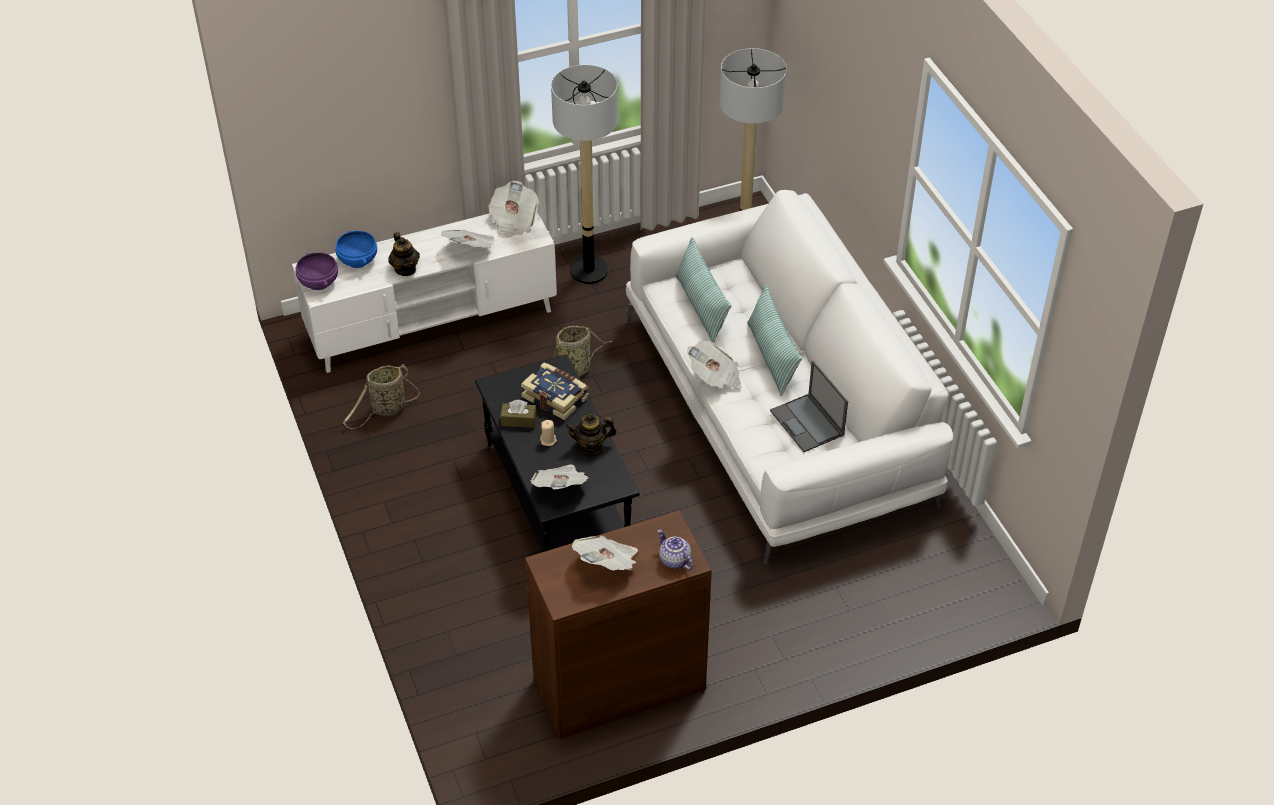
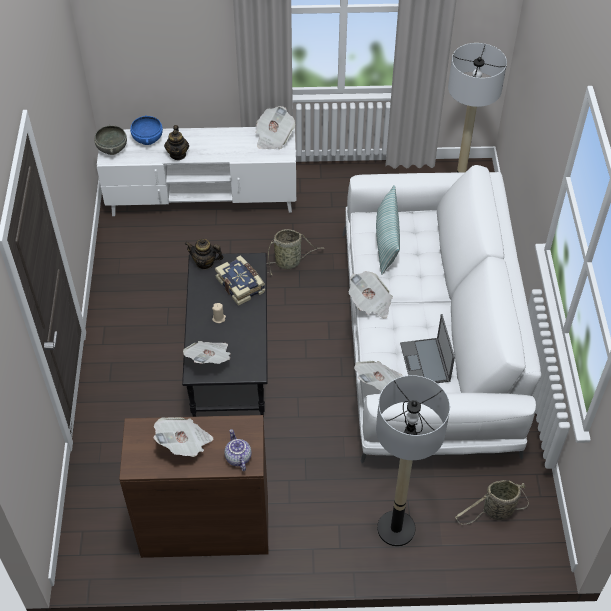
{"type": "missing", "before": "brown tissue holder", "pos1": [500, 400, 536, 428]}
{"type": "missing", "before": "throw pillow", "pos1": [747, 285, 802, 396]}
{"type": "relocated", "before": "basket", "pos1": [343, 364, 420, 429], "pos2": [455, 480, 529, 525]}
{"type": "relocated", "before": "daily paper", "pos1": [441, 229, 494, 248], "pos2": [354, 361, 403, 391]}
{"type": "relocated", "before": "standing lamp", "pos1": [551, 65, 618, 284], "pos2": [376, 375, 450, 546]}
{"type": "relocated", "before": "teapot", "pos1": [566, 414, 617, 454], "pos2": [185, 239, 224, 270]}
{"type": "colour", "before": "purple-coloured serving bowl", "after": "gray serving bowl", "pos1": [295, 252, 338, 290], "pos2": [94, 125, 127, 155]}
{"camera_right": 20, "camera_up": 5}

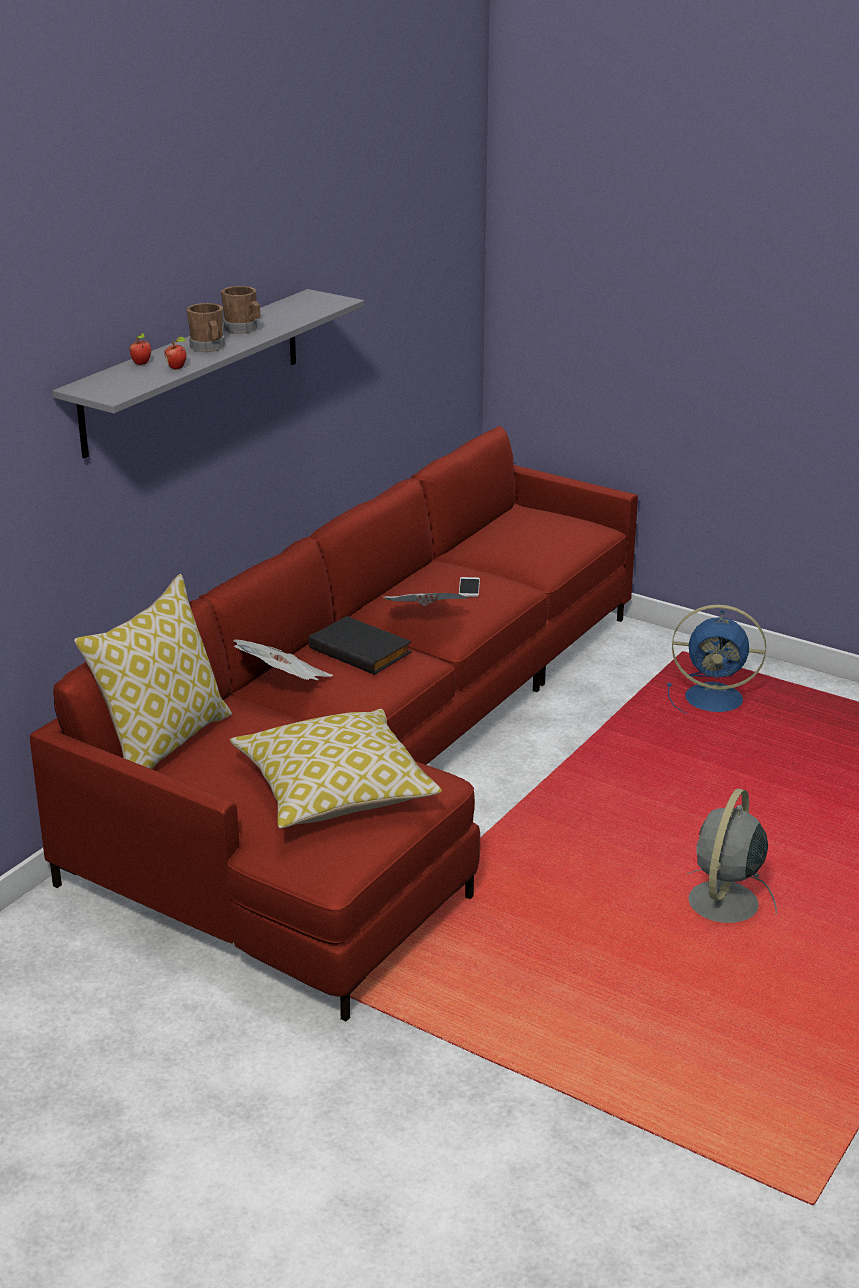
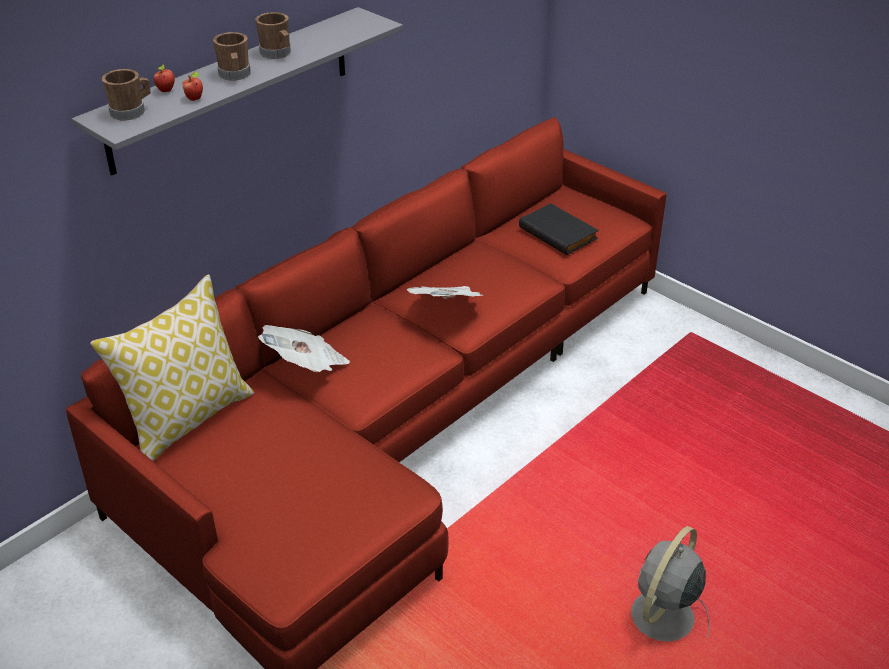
{"type": "missing", "before": "throw pillow", "pos1": [230, 709, 442, 828]}
{"type": "missing", "before": "phone", "pos1": [459, 577, 480, 597]}
{"type": "missing", "before": "blue electric fan", "pos1": [667, 605, 766, 714]}
{"type": "appeared", "after": "brown mug", "pos2": [102, 69, 151, 120]}
{"type": "relocated", "before": "black book", "pos1": [308, 616, 412, 675], "pos2": [519, 203, 599, 255]}
{"camera_right": 10, "camera_up": 10}

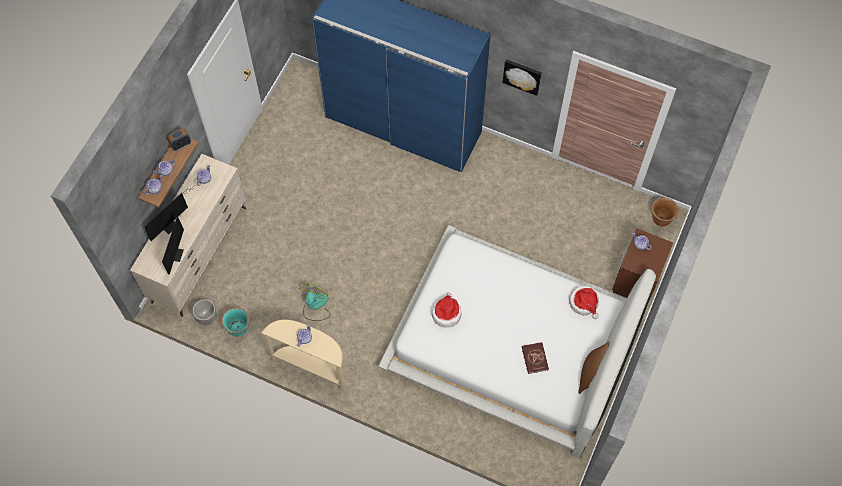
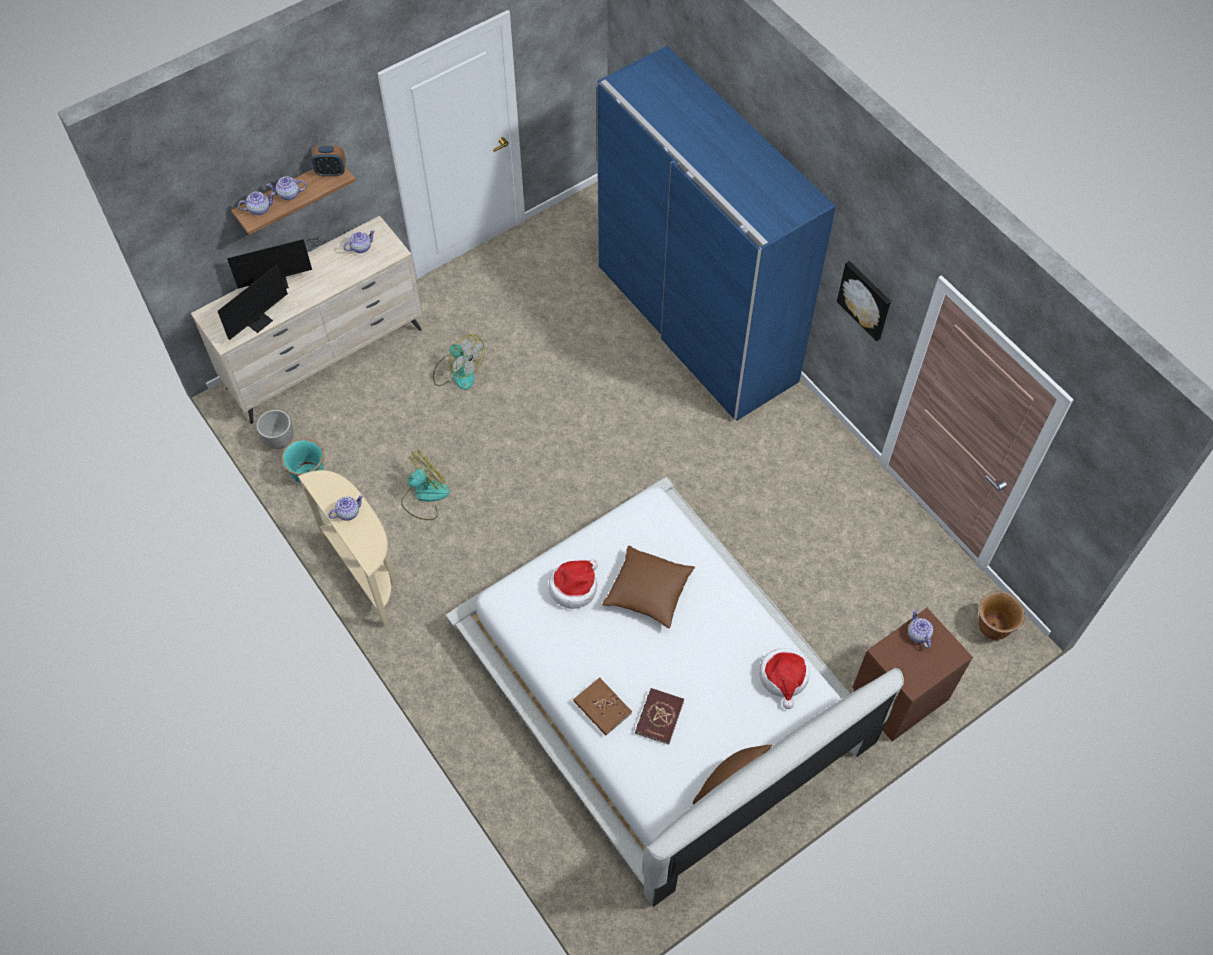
{"type": "appeared", "after": "electric fan", "pos2": [433, 335, 485, 390]}
{"type": "appeared", "after": "brown book", "pos2": [573, 677, 632, 736]}
{"type": "appeared", "after": "brown throw pillow", "pos2": [602, 545, 695, 629]}
{"camera_right": 30, "camera_up": -5}

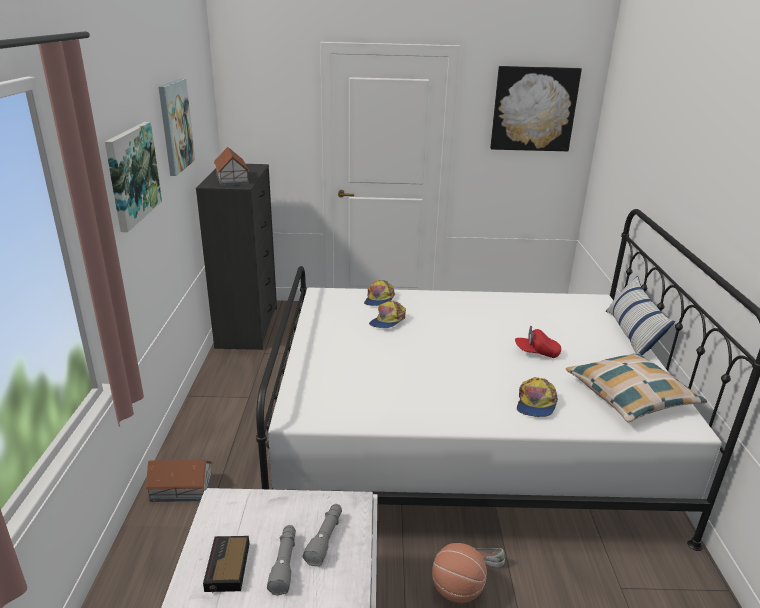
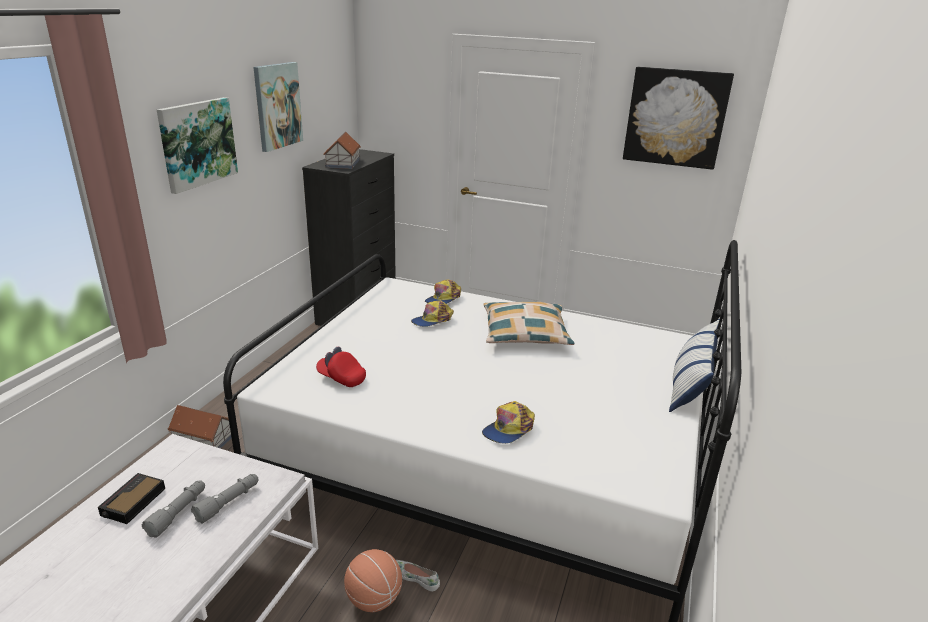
{"type": "relocated", "before": "red baseball cap", "pos1": [515, 326, 561, 358], "pos2": [316, 347, 366, 387]}
{"type": "relocated", "before": "throw pillow", "pos1": [566, 353, 707, 422], "pos2": [484, 302, 574, 345]}
{"camera_right": 20, "camera_up": 0}

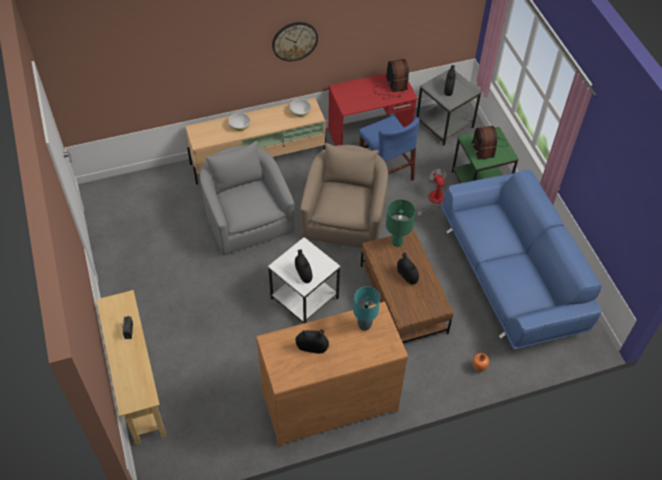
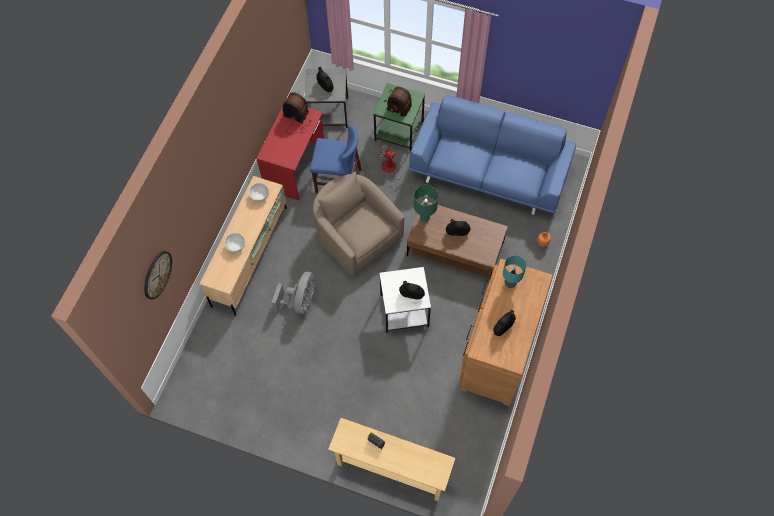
{"type": "relocated", "before": "wall clock", "pos1": [272, 22, 318, 61], "pos2": [144, 251, 172, 300]}
{"type": "exchanged", "before": "gray lounge chair", "after": "gray electric fan", "pos1": [200, 141, 294, 255], "pos2": [272, 271, 315, 314]}
{"camera_right": -50, "camera_up": 10}

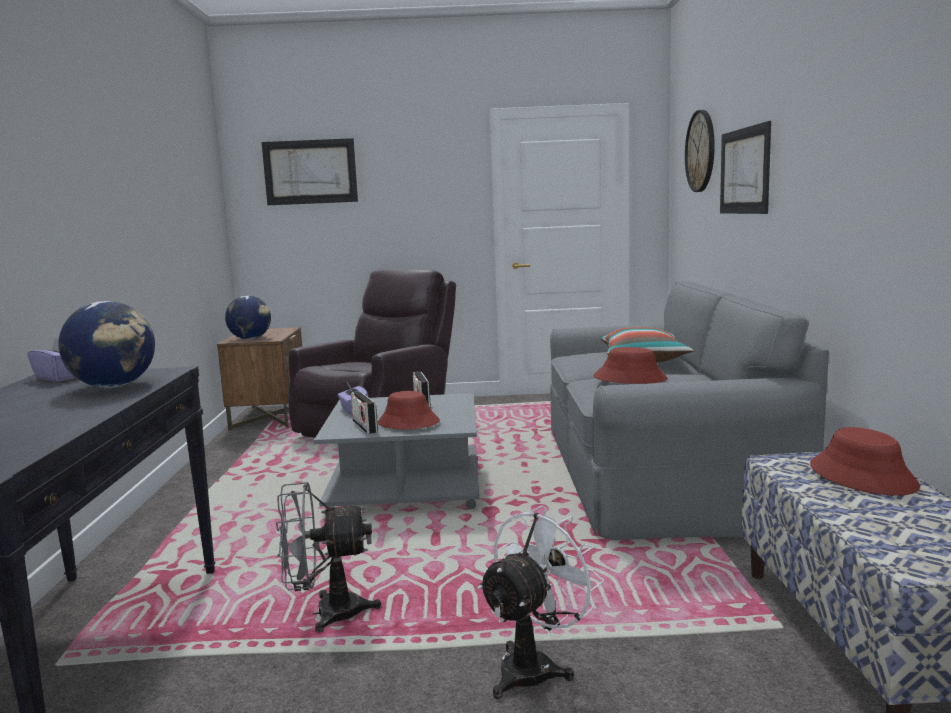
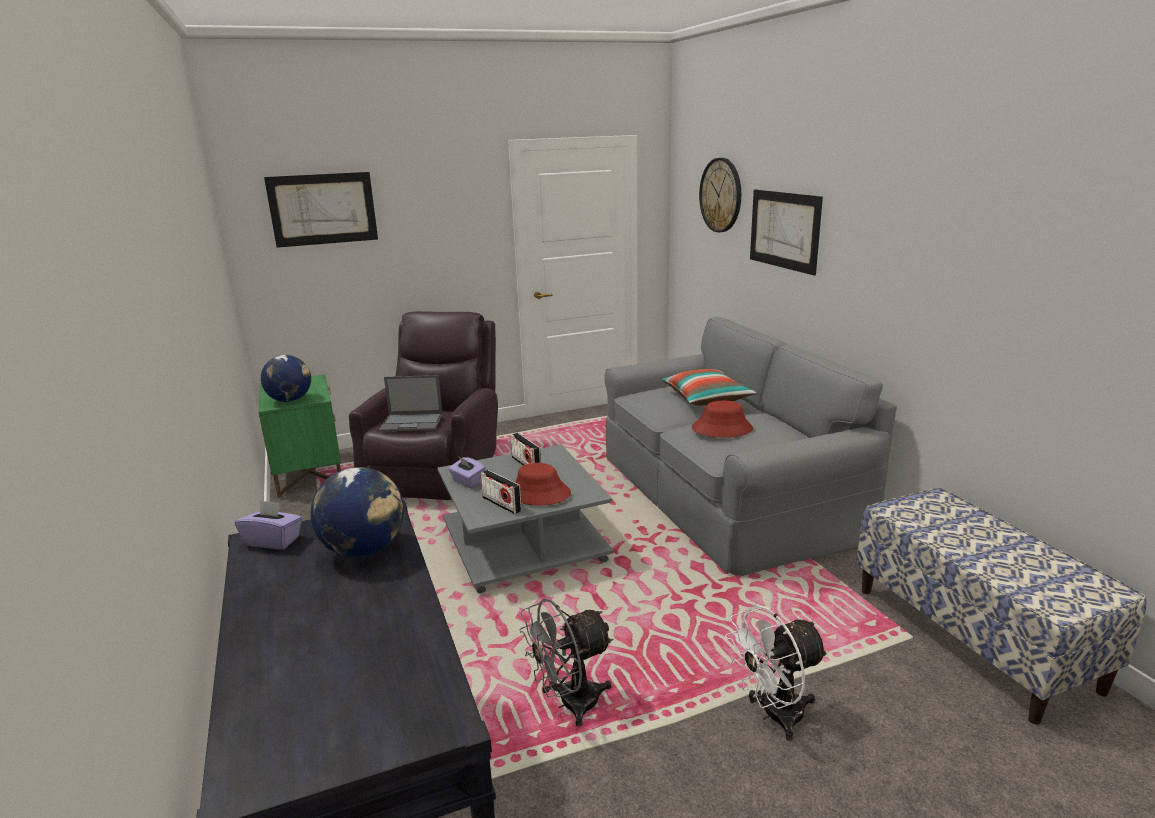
{"type": "missing", "before": "red wearable hat", "pos1": [810, 427, 920, 496]}
{"type": "appeared", "after": "portable computer", "pos2": [379, 375, 443, 431]}
{"type": "colour", "before": "brown nightstand", "after": "green nightstand", "pos1": [217, 327, 302, 431], "pos2": [258, 374, 341, 498]}
{"type": "spun", "before": "white electric fan", "pos1": [477, 505, 604, 699], "pos2": [725, 605, 828, 741], "turn": -135}
{"camera_right": -20, "camera_up": 10}

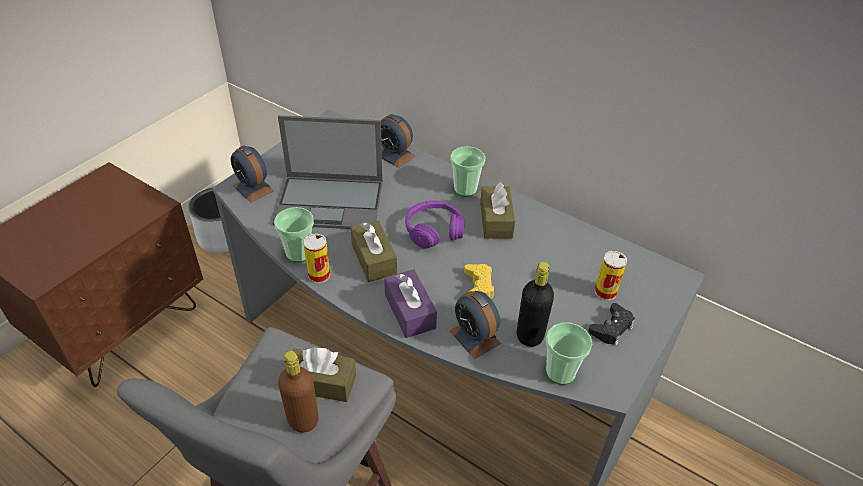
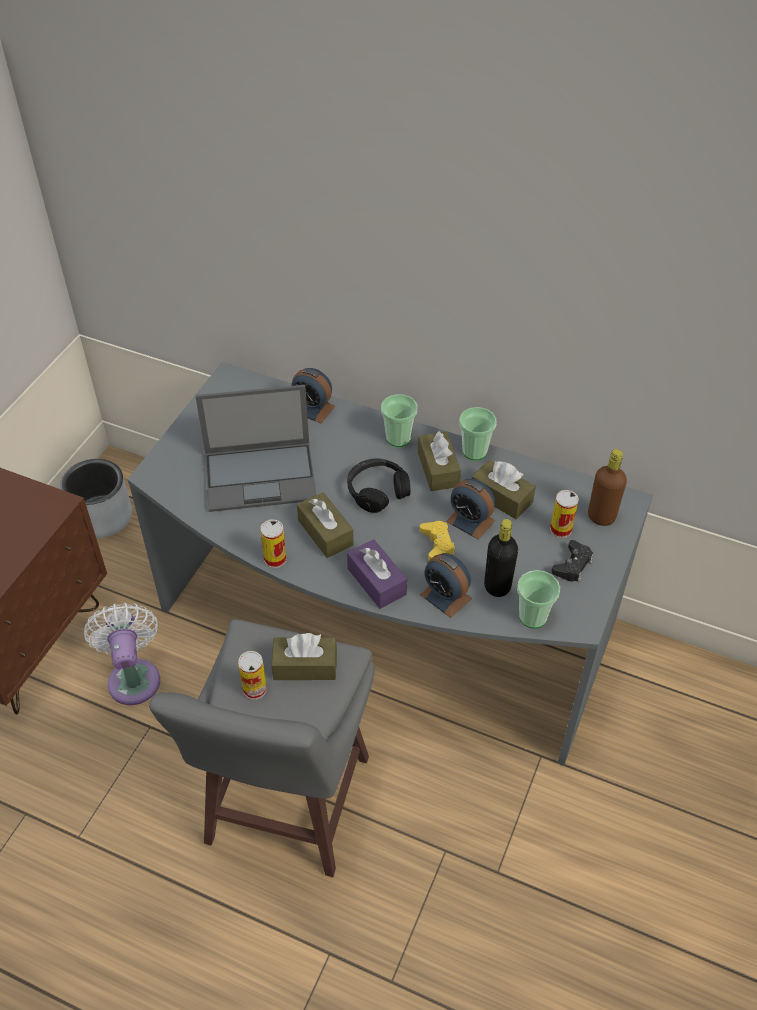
{"type": "appeared", "after": "white electric fan", "pos2": [84, 603, 160, 705]}
{"type": "appeared", "after": "can", "pos2": [238, 651, 267, 700]}
{"type": "appeared", "after": "brown tissue holder", "pos2": [472, 460, 536, 519]}
{"type": "relocated", "before": "bedside clock", "pos1": [231, 145, 274, 203], "pos2": [446, 479, 495, 540]}
{"type": "relocated", "before": "small cup", "pos1": [274, 207, 314, 263], "pos2": [459, 407, 497, 460]}
{"type": "relocated", "before": "brown bottle", "pos1": [278, 351, 319, 433], "pos2": [588, 449, 627, 526]}
{"type": "colour", "before": "purple-coloured headset", "after": "black headset", "pos1": [405, 200, 464, 249], "pos2": [347, 458, 411, 513]}
{"camera_right": -10, "camera_up": 5}

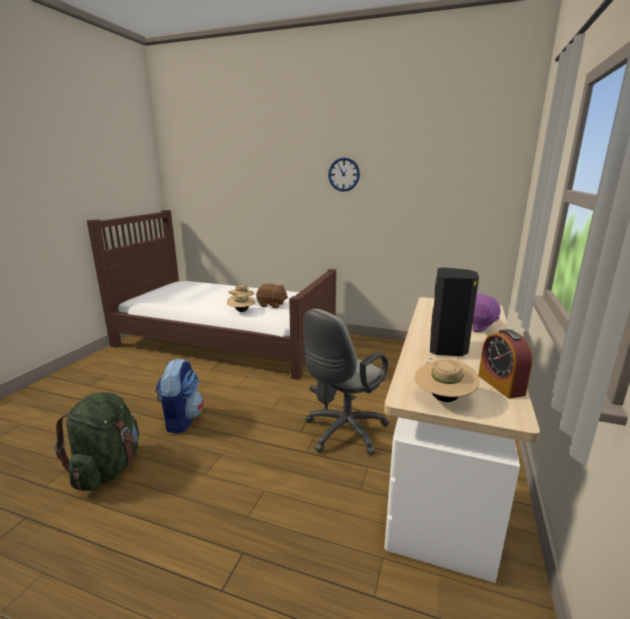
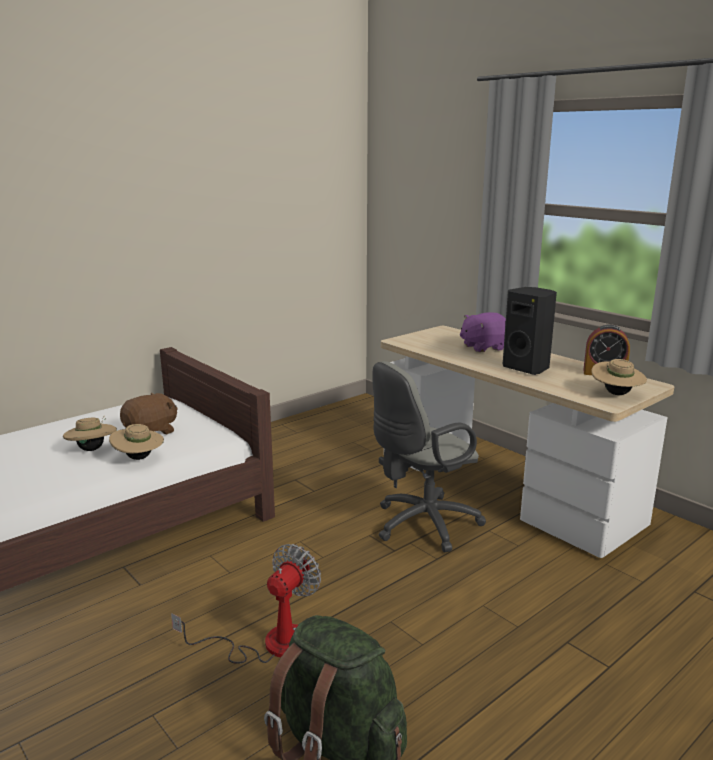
{"type": "missing", "before": "wall clock", "pos1": [328, 157, 360, 192]}
{"type": "exchanged", "before": "rucksack", "after": "electric fan", "pos1": [155, 359, 204, 434], "pos2": [171, 544, 321, 664]}
{"type": "spun", "before": "gray office chair", "pos1": [303, 309, 389, 455], "pos2": [372, 361, 486, 552], "turn": 75}
{"camera_right": -60, "camera_up": 0}

